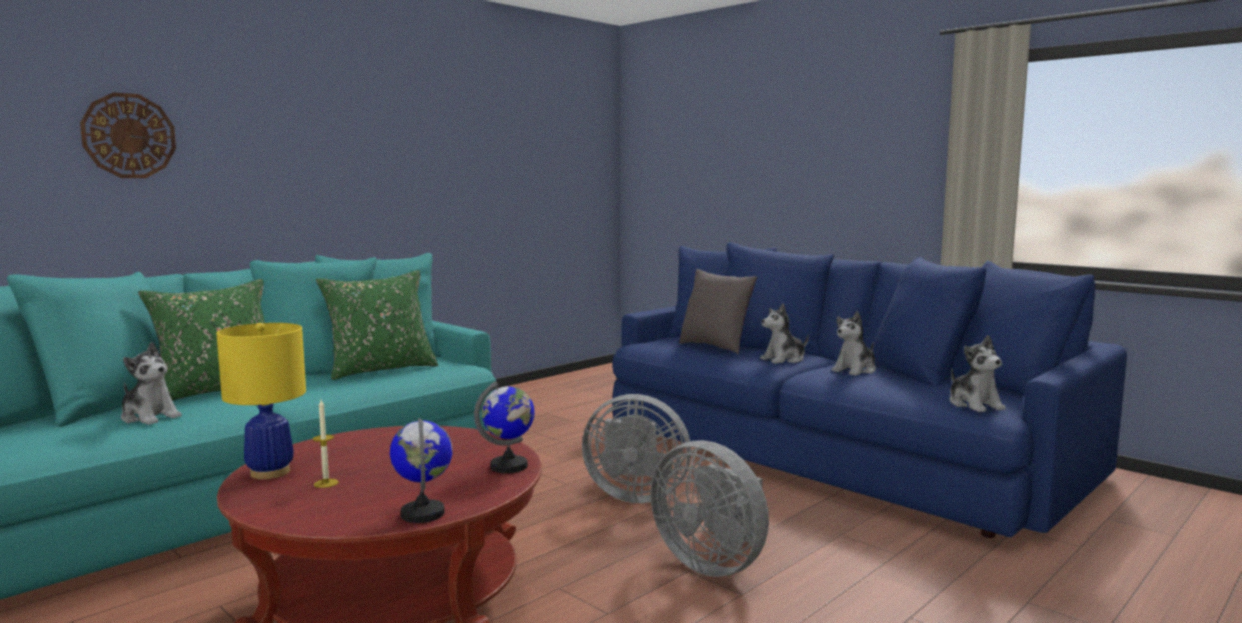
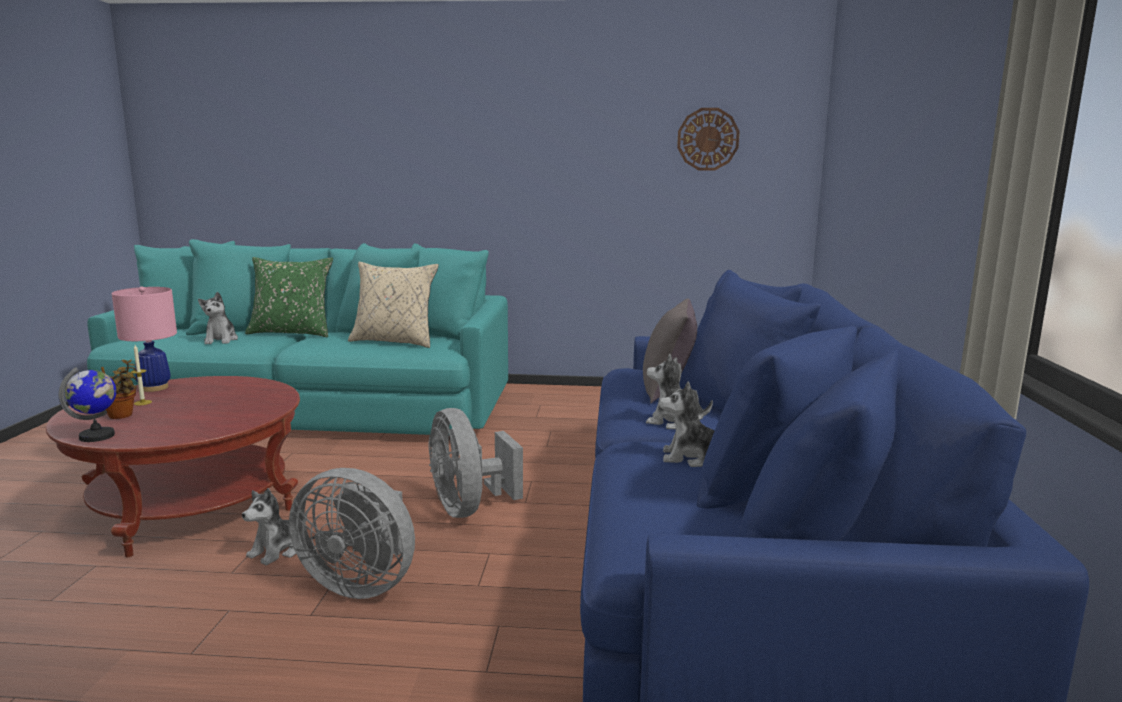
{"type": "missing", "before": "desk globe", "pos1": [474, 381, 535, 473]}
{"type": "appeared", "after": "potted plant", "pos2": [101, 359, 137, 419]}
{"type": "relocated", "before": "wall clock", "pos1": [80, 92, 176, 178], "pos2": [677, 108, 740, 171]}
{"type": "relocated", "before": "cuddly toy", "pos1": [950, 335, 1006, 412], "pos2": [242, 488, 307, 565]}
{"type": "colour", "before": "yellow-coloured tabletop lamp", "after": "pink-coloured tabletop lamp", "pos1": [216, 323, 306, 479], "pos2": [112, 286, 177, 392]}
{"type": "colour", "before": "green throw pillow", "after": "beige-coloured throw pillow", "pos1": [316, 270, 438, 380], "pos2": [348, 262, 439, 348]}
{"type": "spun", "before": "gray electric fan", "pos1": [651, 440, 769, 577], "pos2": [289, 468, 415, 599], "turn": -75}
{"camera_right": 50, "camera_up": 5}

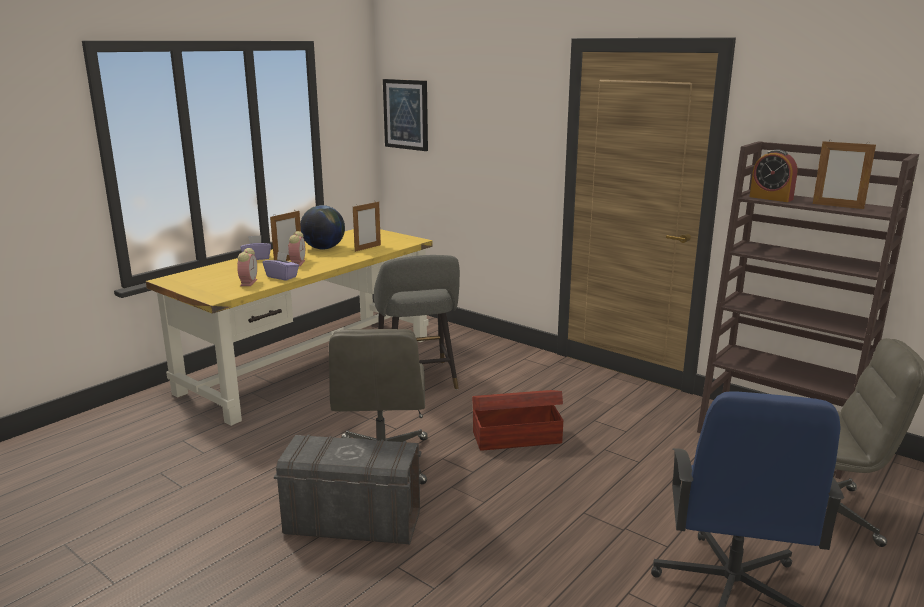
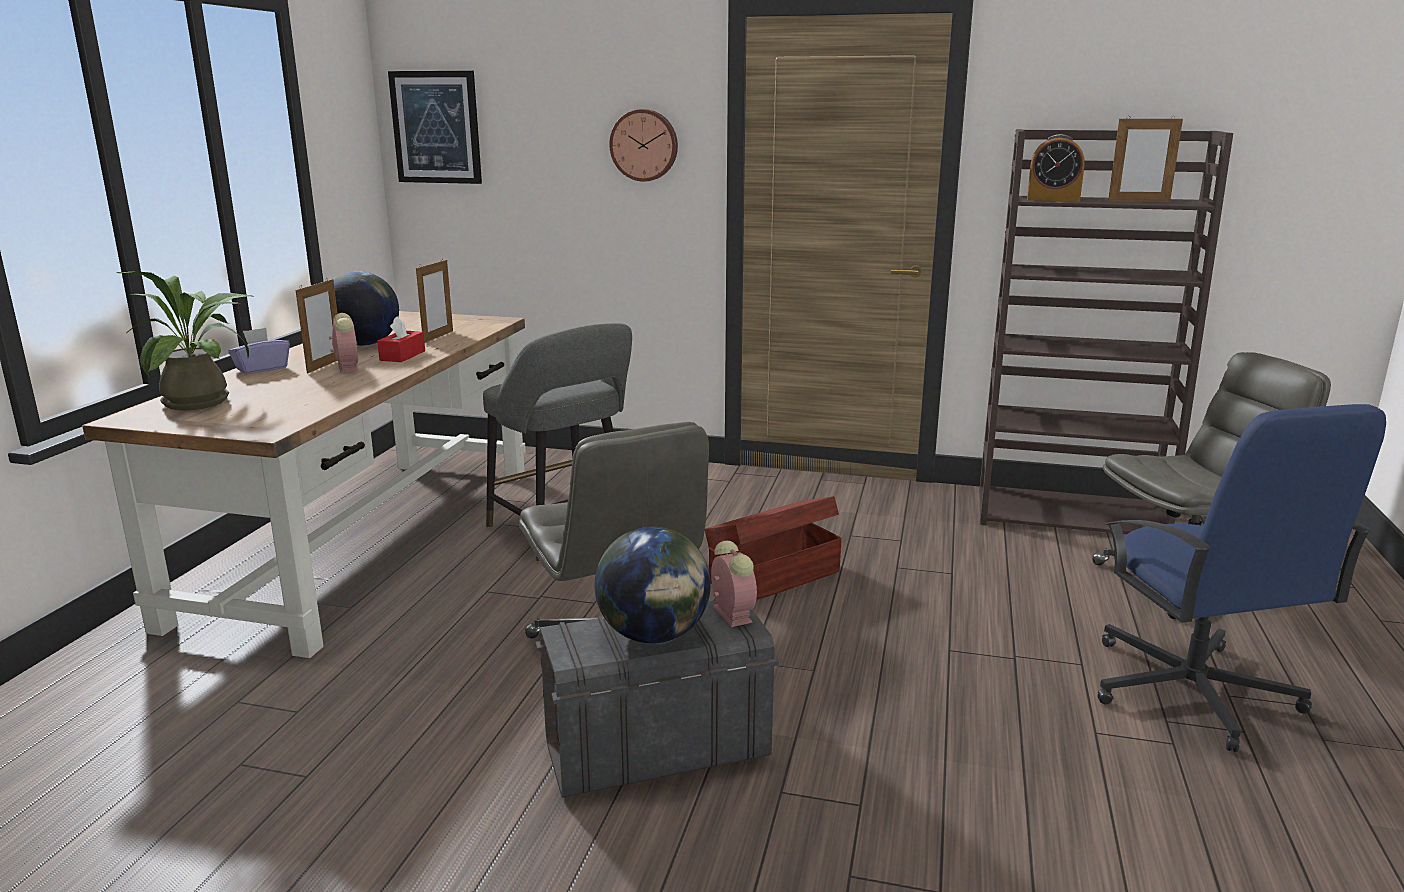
{"type": "missing", "before": "purple-coloured tissue holder", "pos1": [263, 252, 299, 281]}
{"type": "appeared", "after": "potted plant", "pos2": [117, 272, 251, 410]}
{"type": "appeared", "after": "red tissue holder", "pos2": [377, 316, 425, 362]}
{"type": "appeared", "after": "desk globe", "pos2": [595, 526, 711, 643]}
{"type": "appeared", "after": "wall clock", "pos2": [609, 109, 678, 182]}
{"type": "relocated", "before": "bedside clock", "pos1": [237, 248, 257, 286], "pos2": [711, 541, 757, 627]}
{"type": "colour", "before": "yellow-coloured desk table", "after": "brown desk table", "pos1": [146, 229, 433, 426], "pos2": [82, 311, 526, 658]}
{"camera_right": -25, "camera_up": 0}

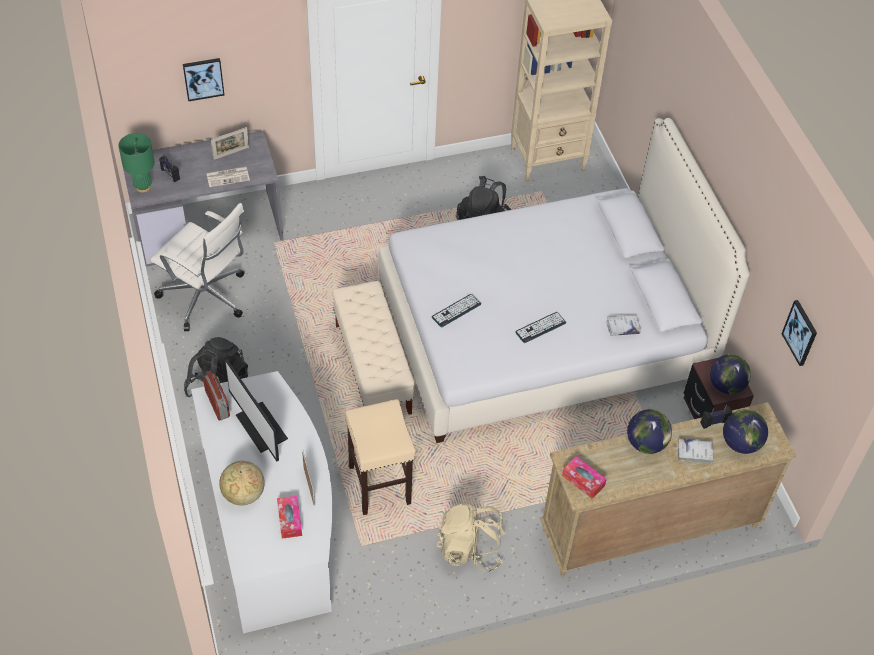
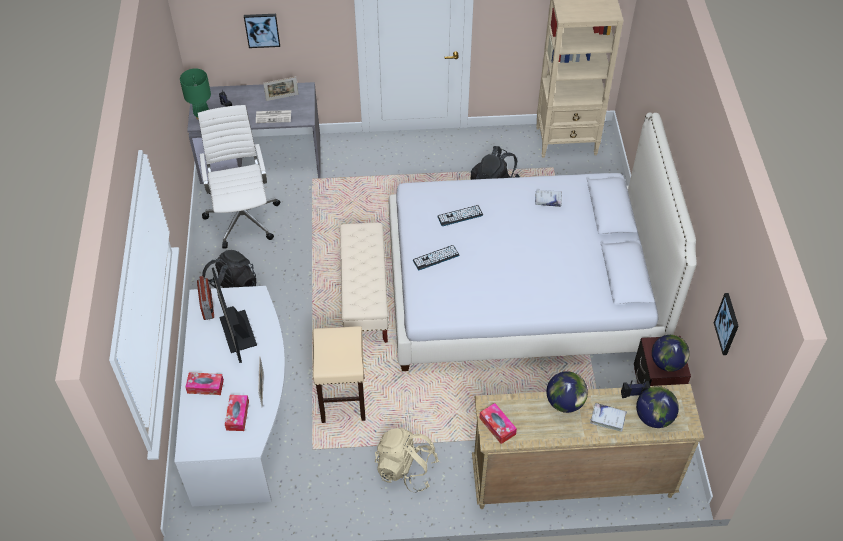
{"type": "relocated", "before": "computer keyboard", "pos1": [515, 312, 566, 343], "pos2": [437, 205, 483, 226]}
{"type": "relocated", "before": "white book", "pos1": [606, 315, 641, 336], "pos2": [535, 190, 562, 207]}
{"type": "exchanged", "before": "desk globe", "after": "tissue holder", "pos1": [219, 461, 265, 506], "pos2": [185, 372, 224, 395]}
{"type": "spun", "before": "white office chair", "pos1": [150, 203, 245, 331], "pos2": [198, 105, 280, 249], "turn": -150}
{"camera_right": 15, "camera_up": 0}

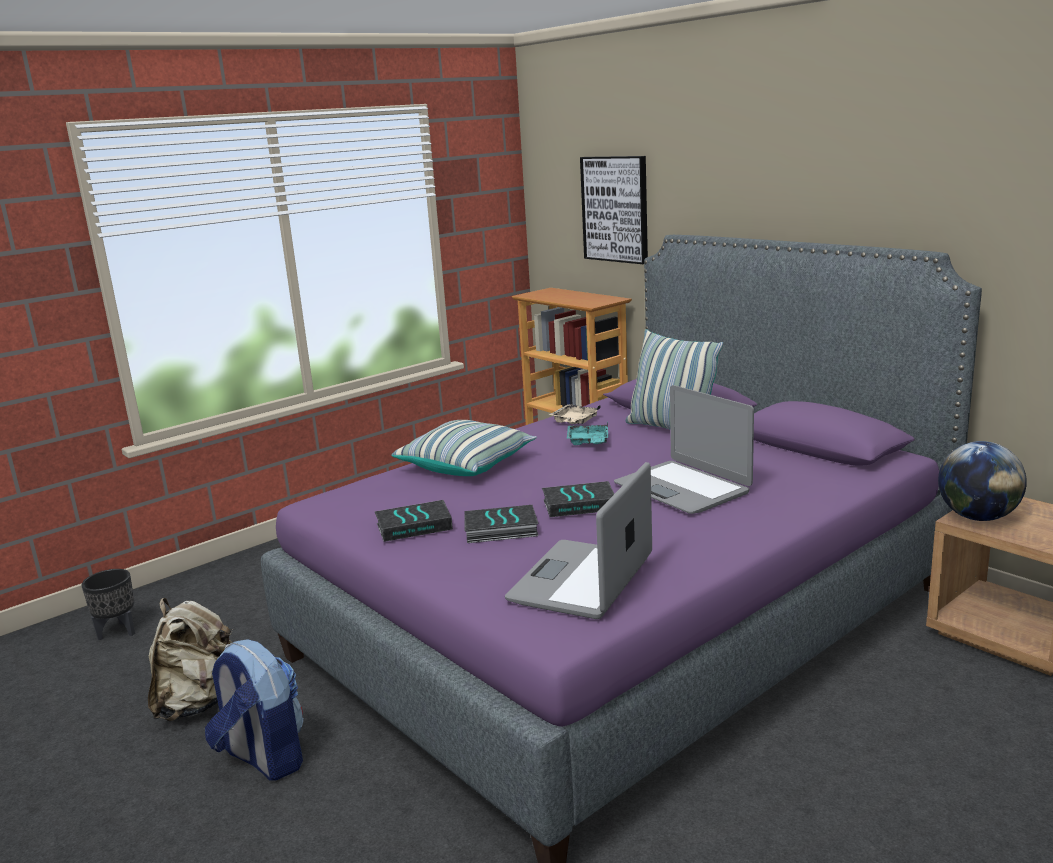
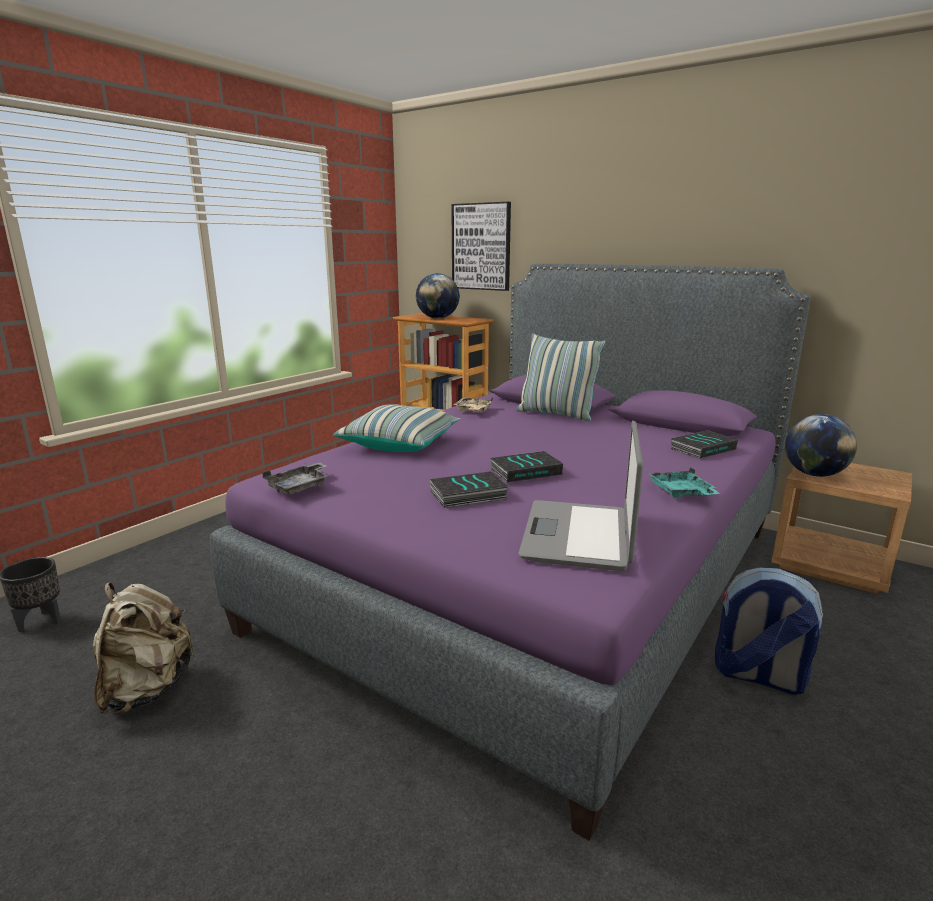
{"type": "missing", "before": "portable computer", "pos1": [614, 385, 754, 514]}
{"type": "appeared", "after": "gray serving tray", "pos2": [262, 462, 330, 494]}
{"type": "appeared", "after": "desk globe", "pos2": [416, 273, 460, 319]}
{"type": "relocated", "before": "rucksack", "pos1": [205, 639, 303, 781], "pos2": [715, 568, 823, 695]}
{"type": "relocated", "before": "book", "pos1": [375, 500, 453, 542], "pos2": [670, 430, 738, 459]}
{"type": "relocated", "before": "turquoise-coloured serving tray", "pos1": [567, 421, 608, 445], "pos2": [648, 467, 720, 498]}
{"camera_right": -15, "camera_up": 0}

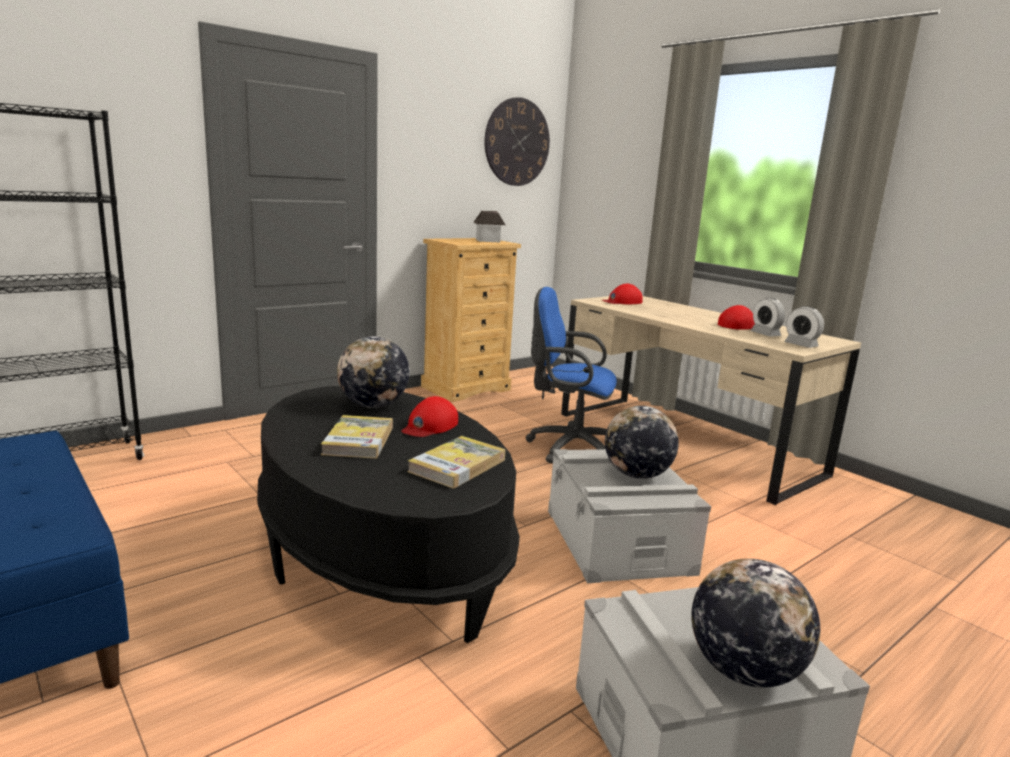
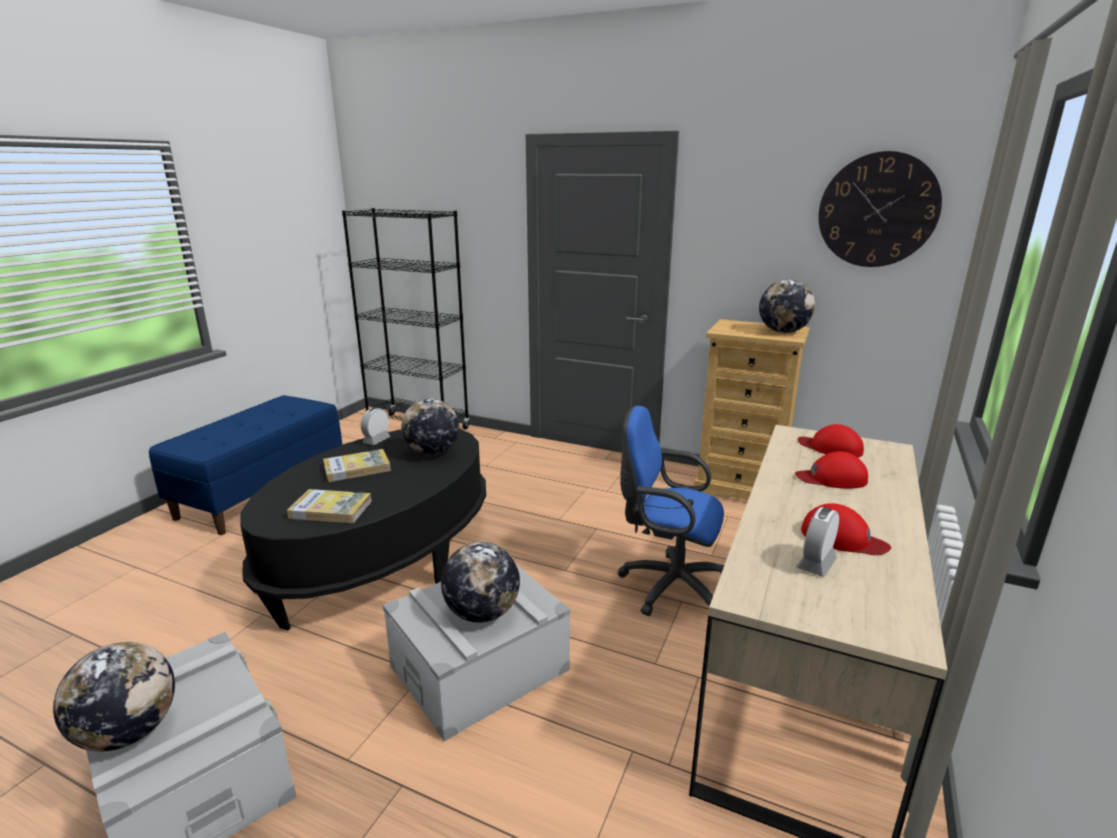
{"type": "relocated", "before": "red baseball cap", "pos1": [401, 396, 458, 437], "pos2": [795, 451, 868, 488]}
{"type": "relocated", "before": "bedside clock", "pos1": [784, 306, 824, 348], "pos2": [361, 407, 391, 445]}
{"type": "exchanged", "before": "model house", "after": "desk globe", "pos1": [474, 211, 505, 242], "pos2": [759, 279, 815, 333]}
{"type": "spun", "before": "blue office chair", "pos1": [526, 287, 617, 464], "pos2": [618, 405, 724, 616], "turn": -60}
{"camera_right": 65, "camera_up": 5}

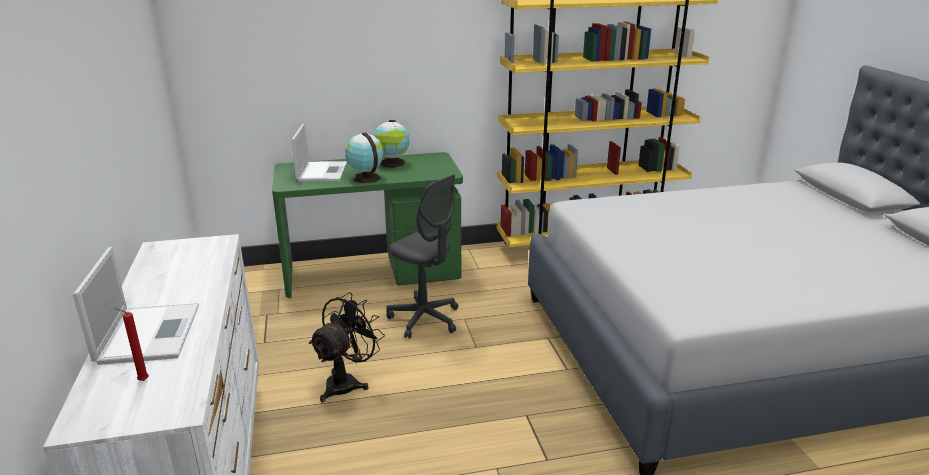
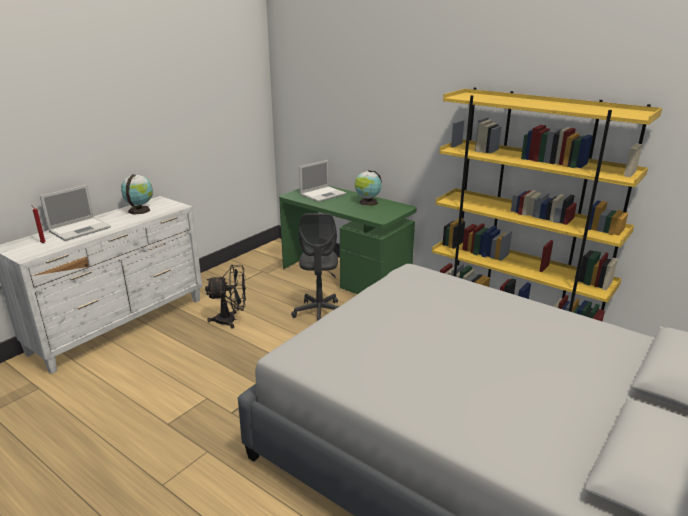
{"type": "relocated", "before": "desk globe", "pos1": [345, 132, 384, 183], "pos2": [121, 174, 153, 215]}
{"camera_right": 50, "camera_up": 0}

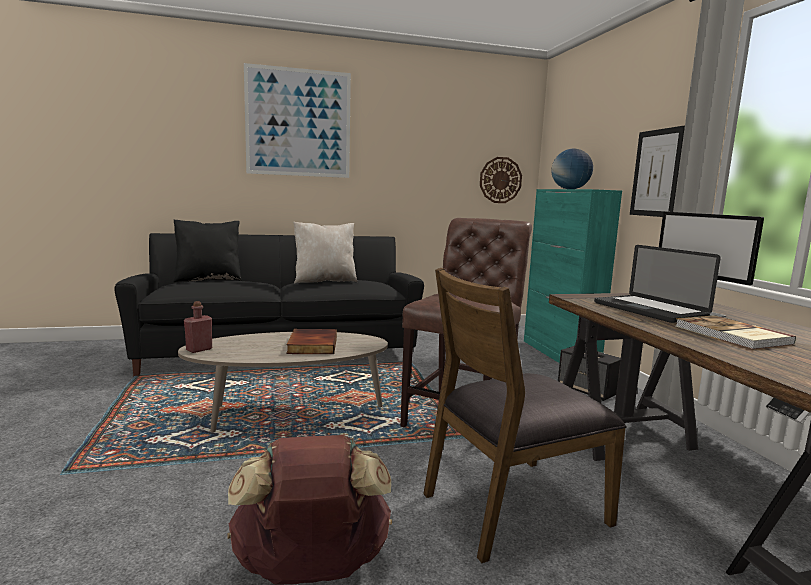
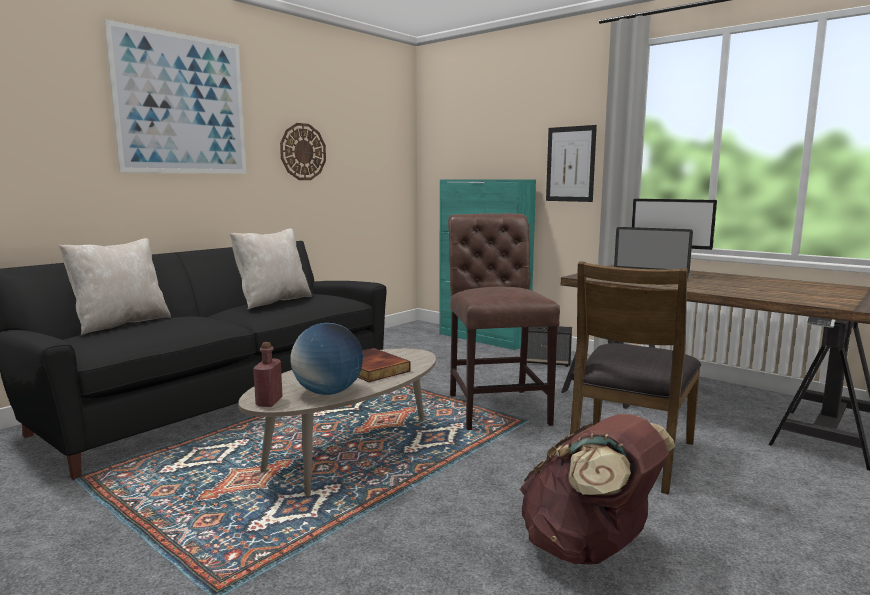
{"type": "missing", "before": "book", "pos1": [676, 315, 796, 349]}
{"type": "relocated", "before": "wall clock", "pos1": [480, 157, 522, 203], "pos2": [280, 123, 326, 180]}
{"type": "relocated", "before": "desk globe", "pos1": [551, 149, 593, 189], "pos2": [290, 323, 363, 395]}
{"type": "colour", "before": "black throw pillow", "after": "beige-coloured throw pillow", "pos1": [173, 220, 242, 282], "pos2": [59, 238, 171, 335]}
{"camera_right": -35, "camera_up": 0}

